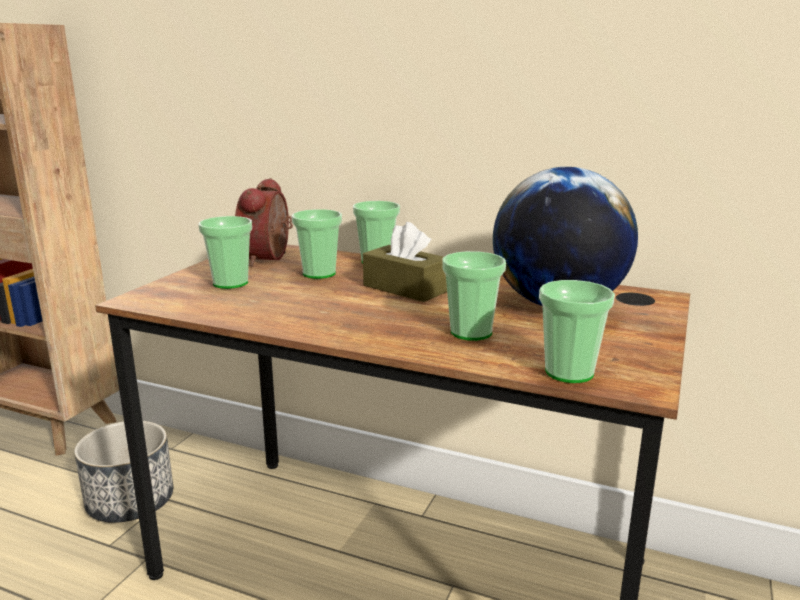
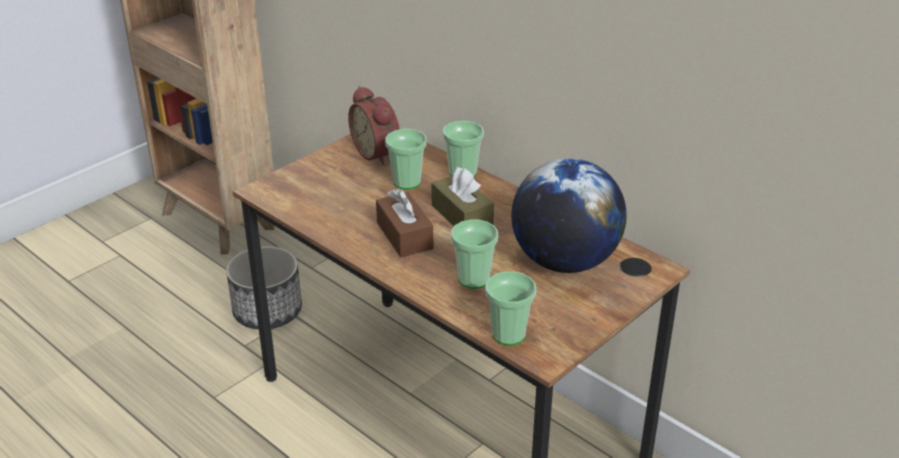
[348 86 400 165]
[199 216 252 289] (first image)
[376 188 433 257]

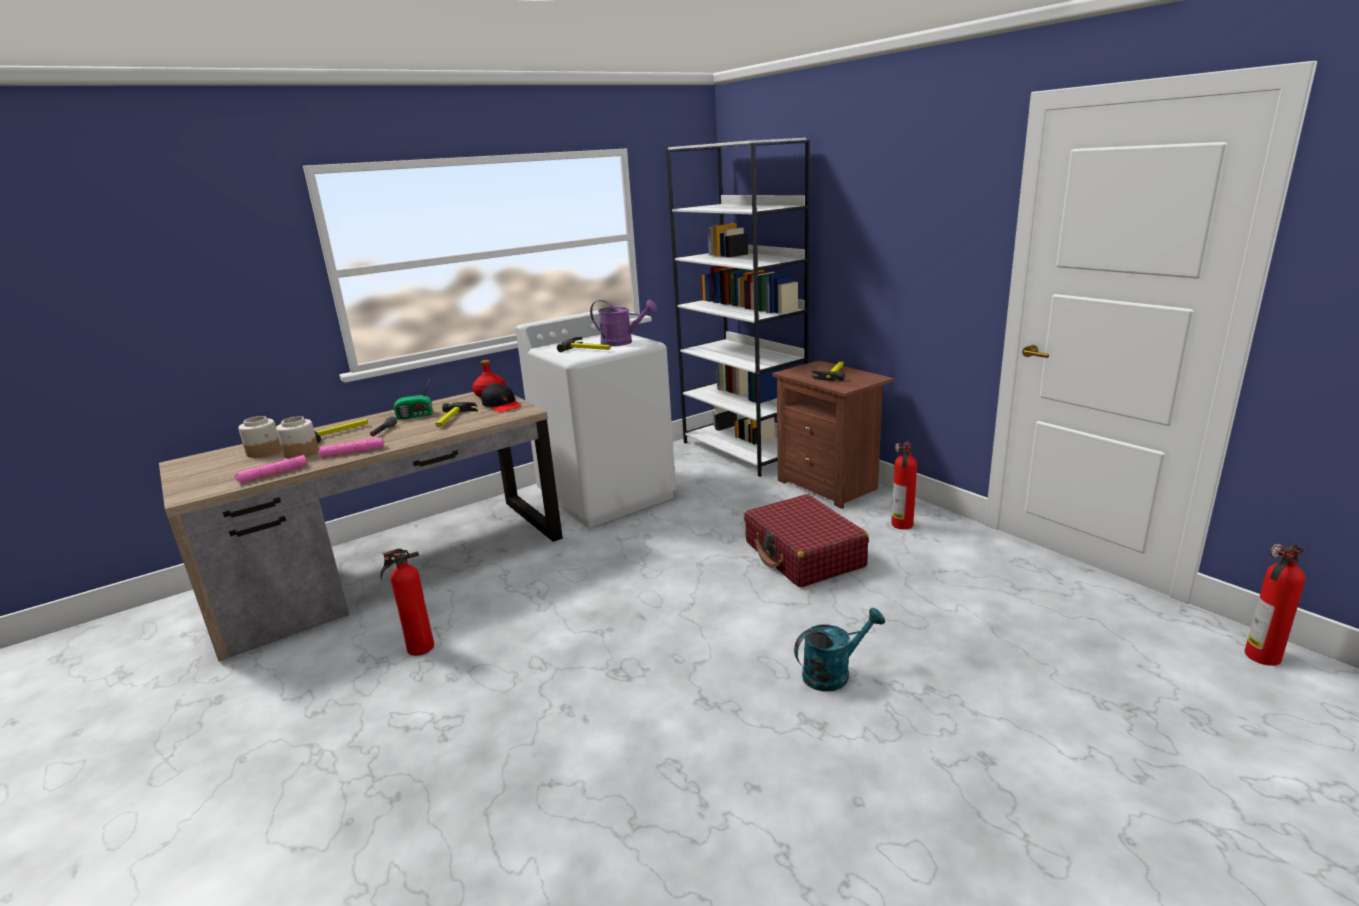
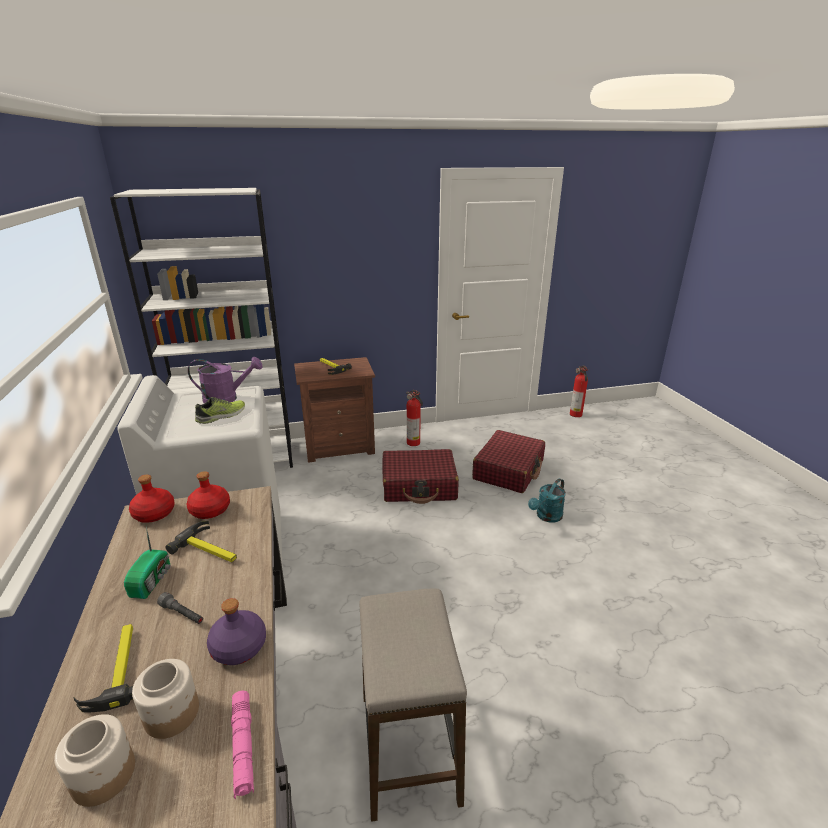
[188 357 263 403]
[195 397 245 424]
[186 471 230 519]
[207 598 266 665]
[360 589 467 822]
[528 478 566 523]
[472 430 545 493]

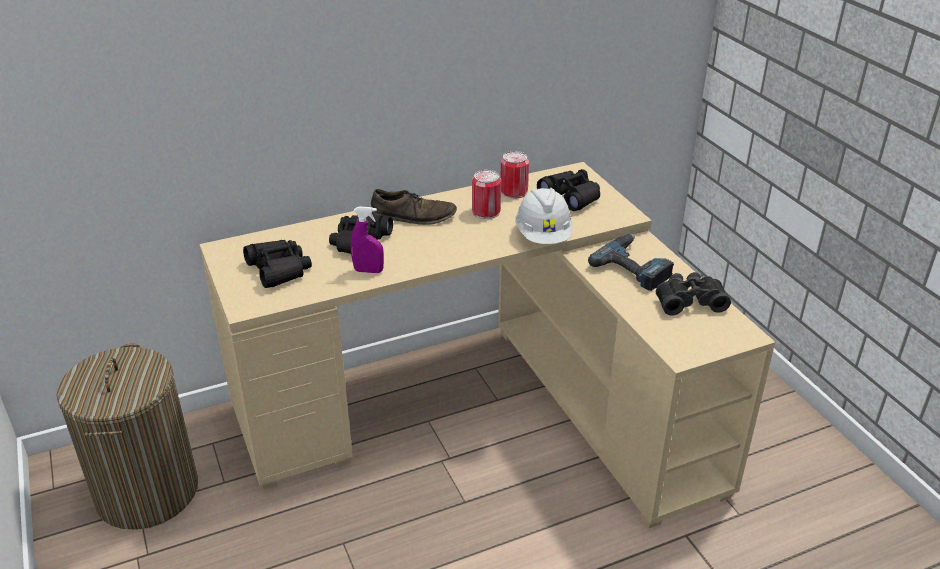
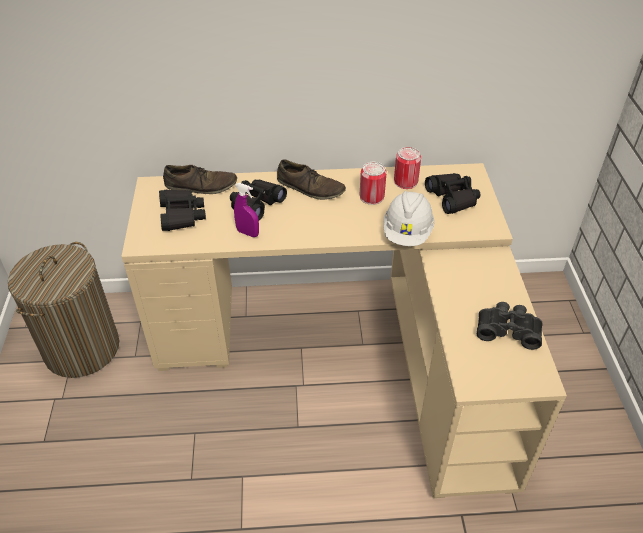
[588 234 674 291] (first image)
[163 165 237 194]

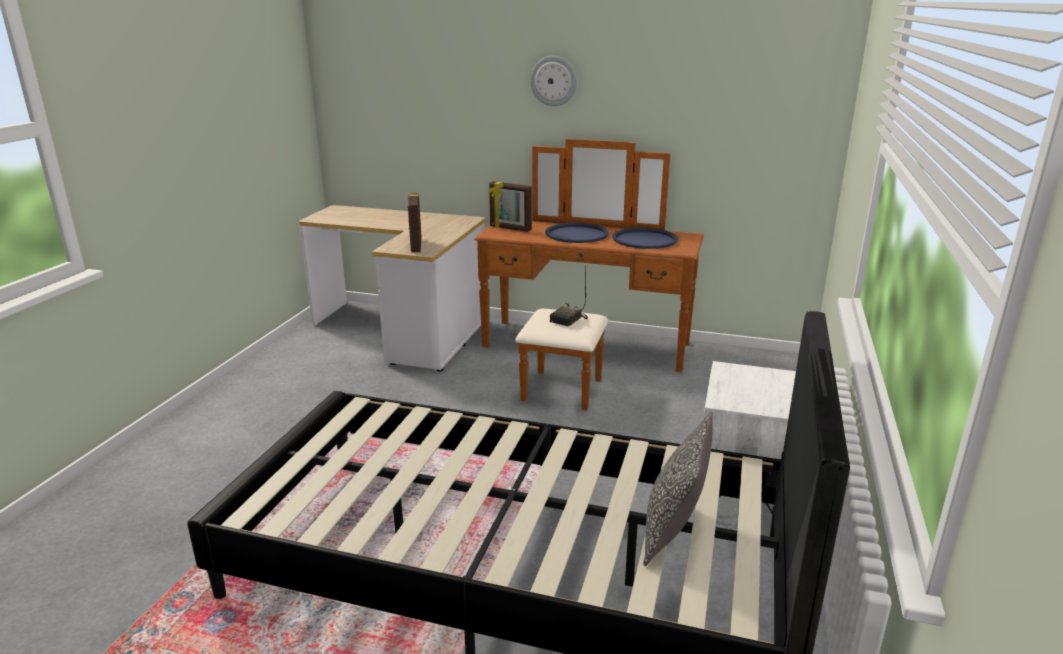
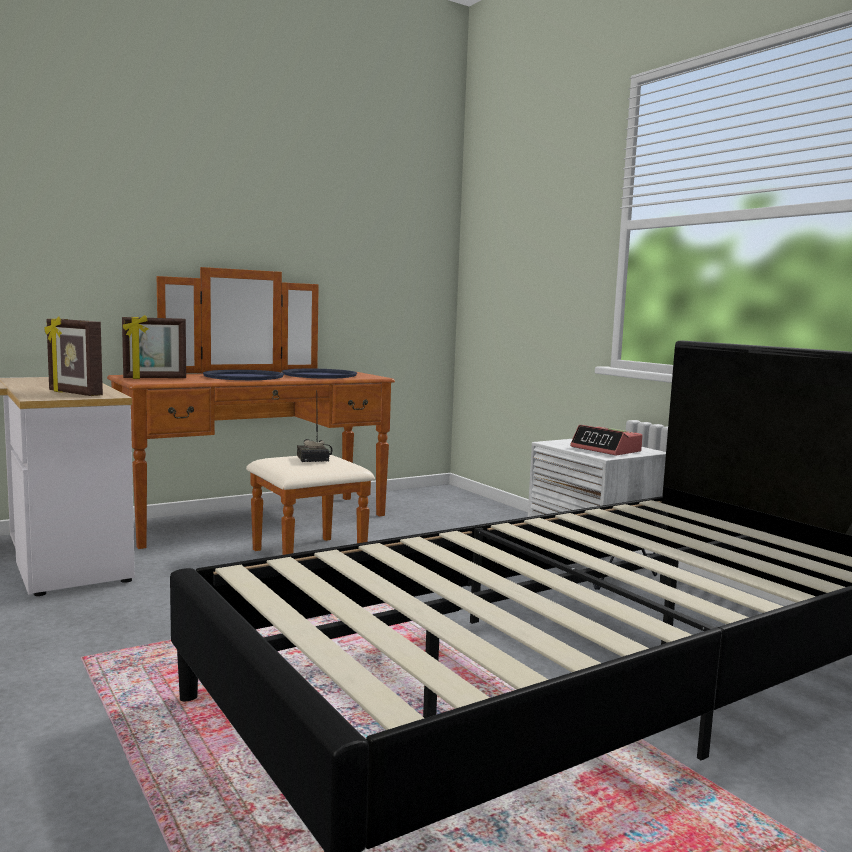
[530 56 577 106] (first image)
[643 411 713 566] (first image)
[570 425 643 456]

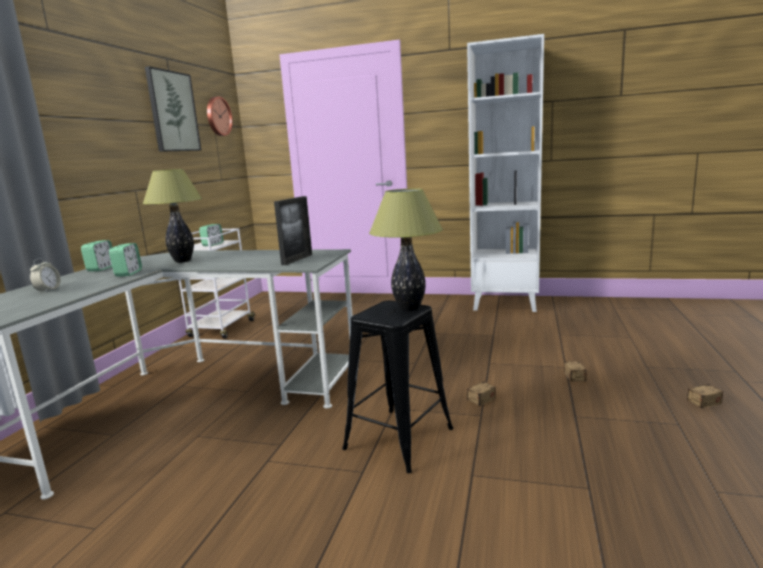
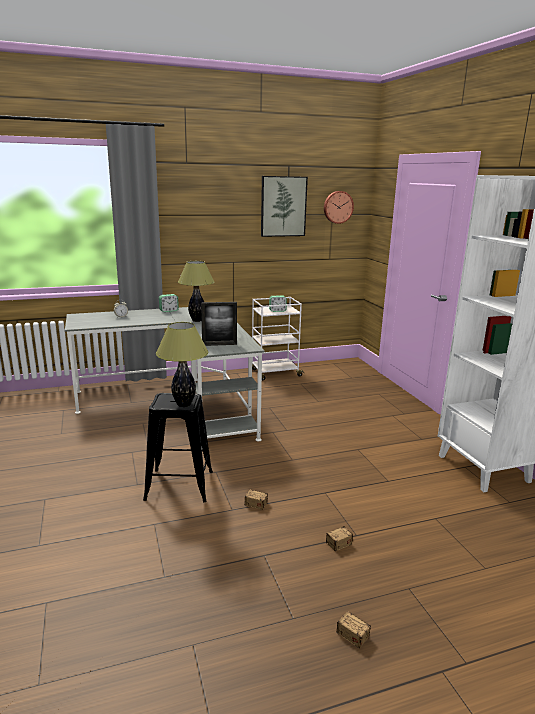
[109 243 142 277] (first image)

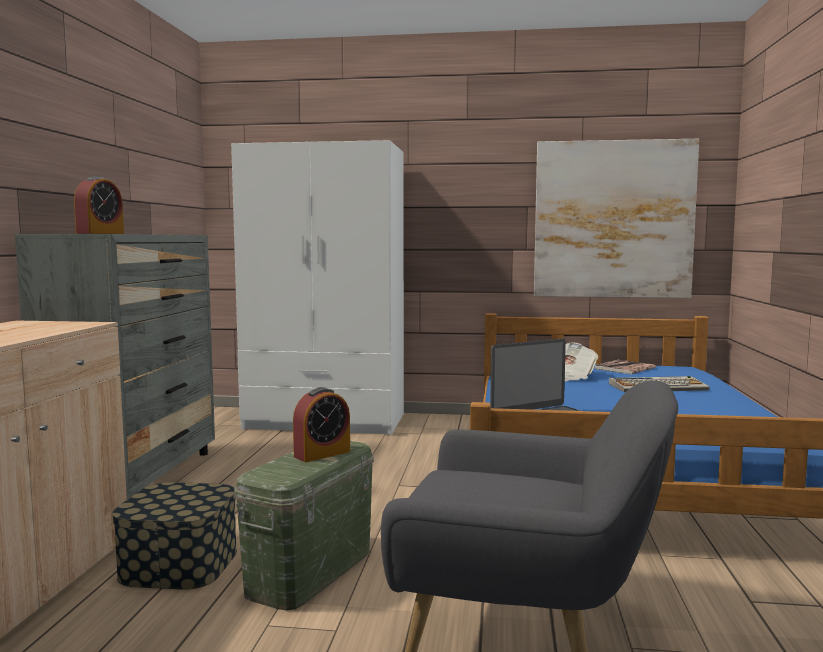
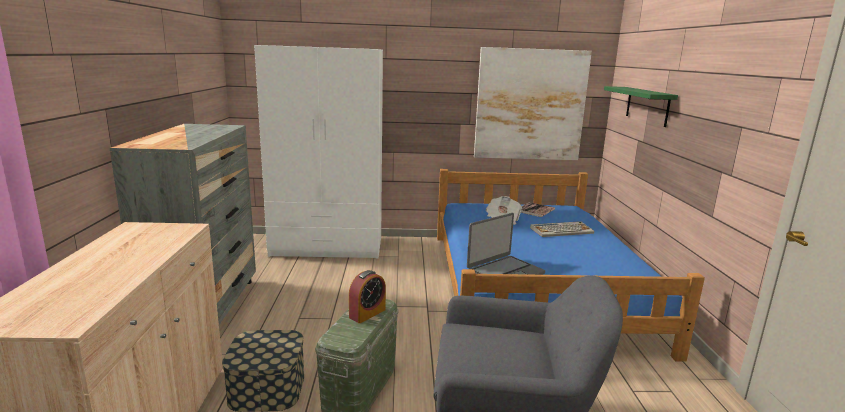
[74 176 124 234] (first image)
[604 86 678 127]

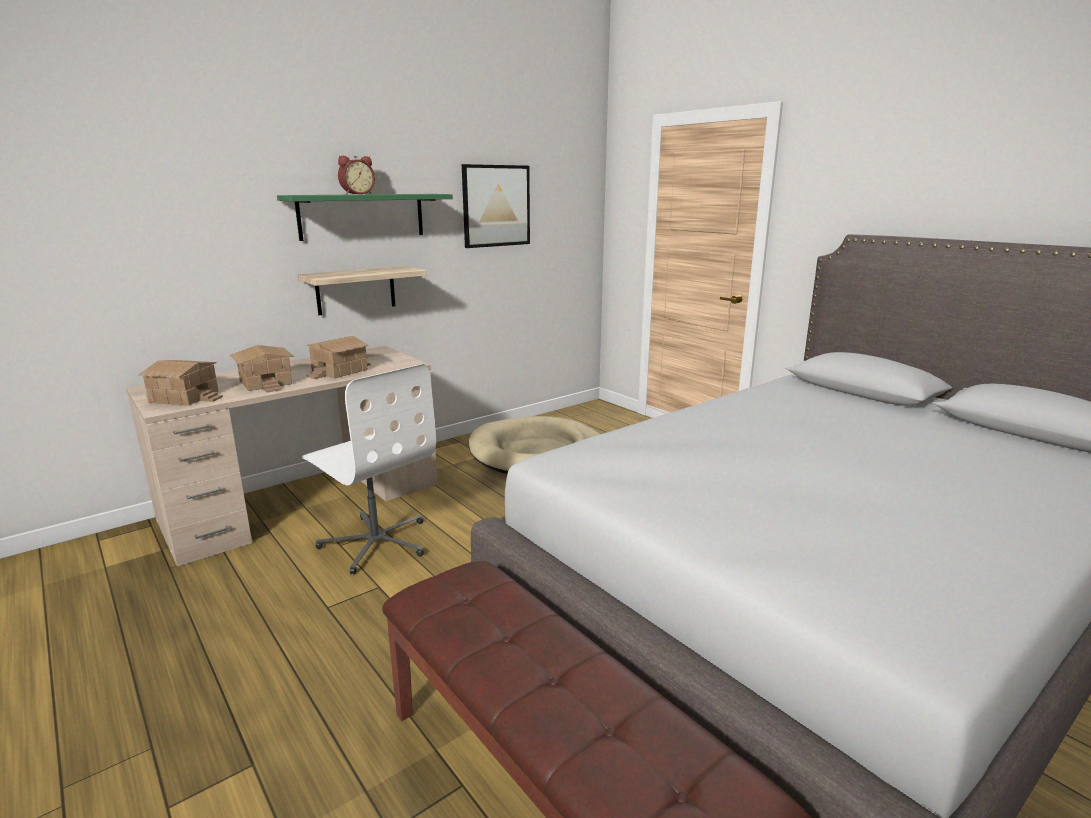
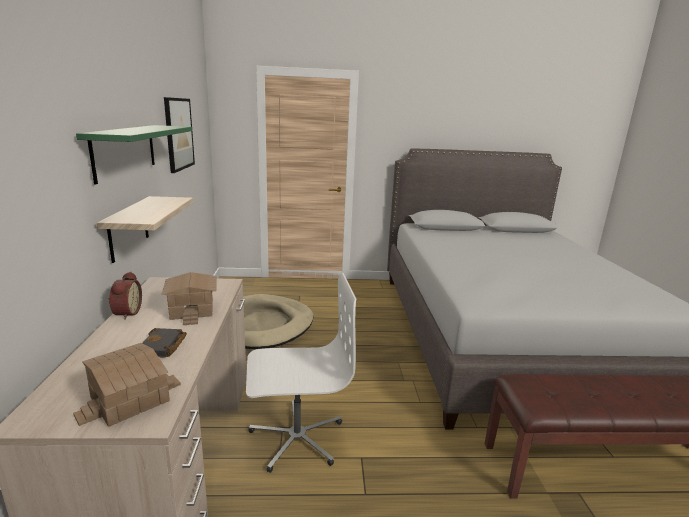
[109 272 142 320]
[143 328 187 358]

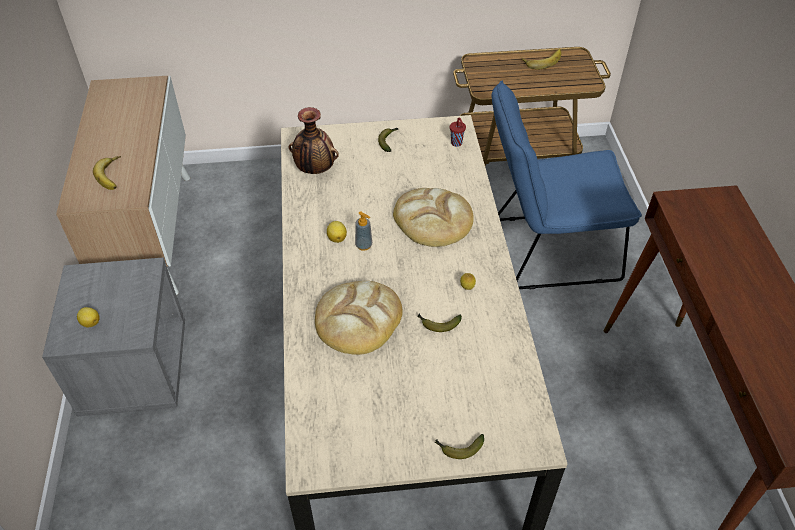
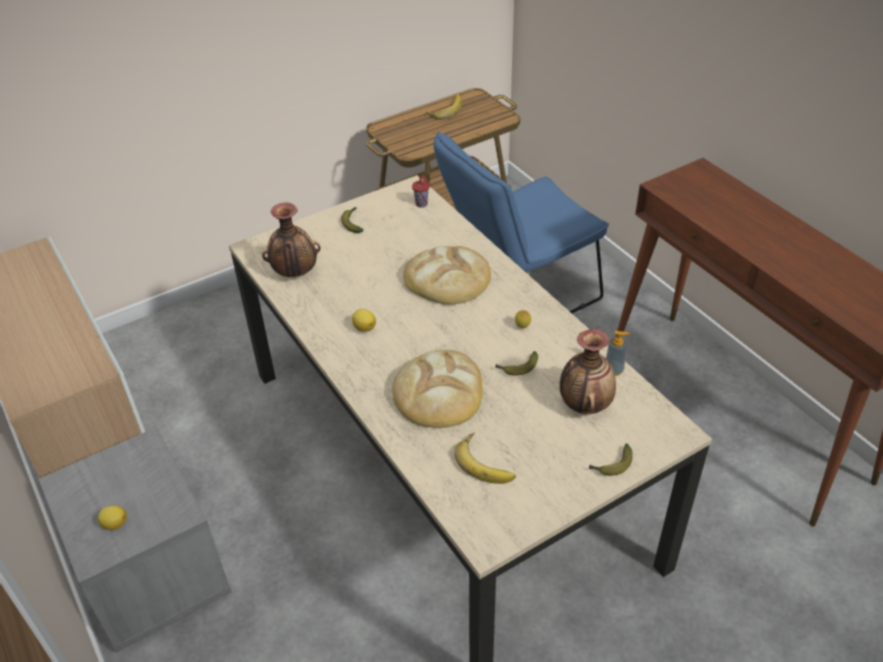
[454 432 516 484]
[606 331 630 376]
[560 329 616 414]

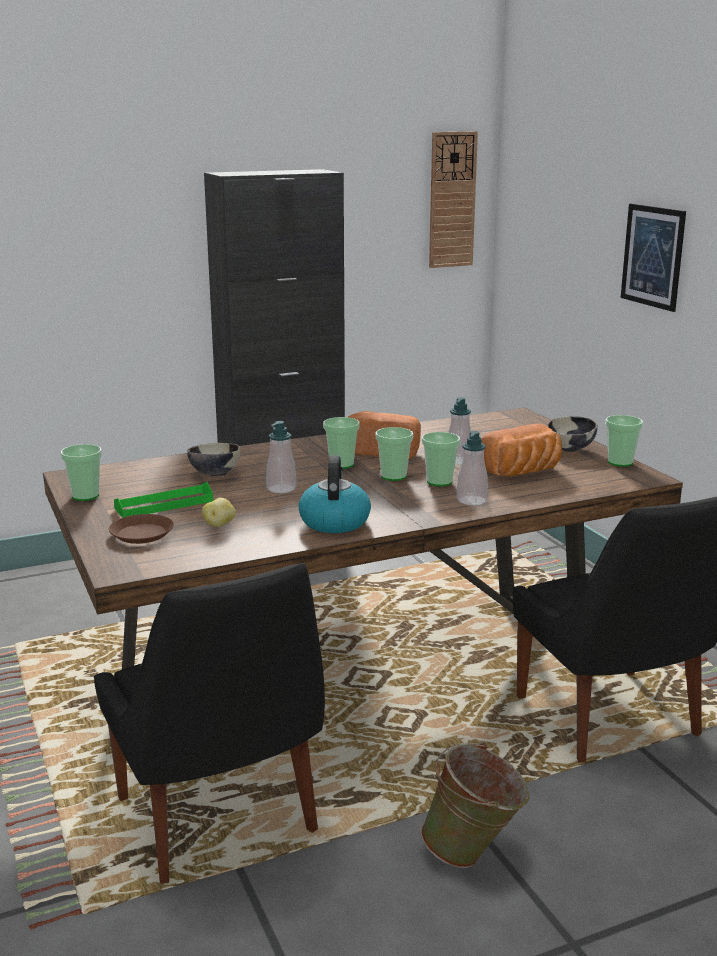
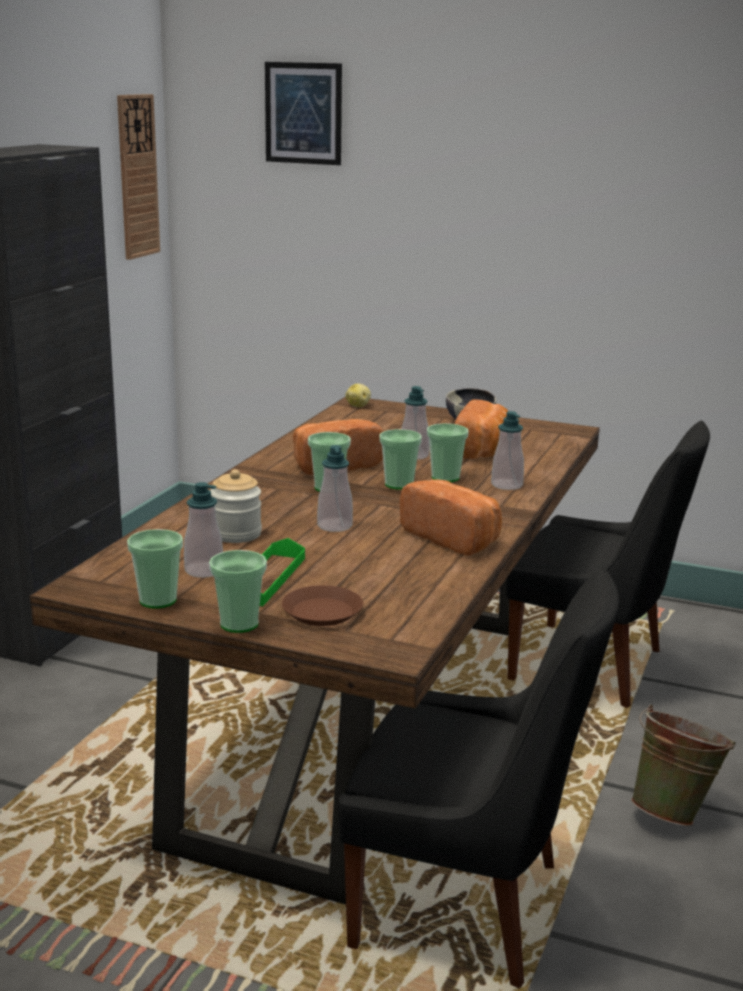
[265 62 342 165]
[209 550 267 633]
[210 469 262 543]
[400 479 502 555]
[345 383 371 407]
[184 482 223 578]

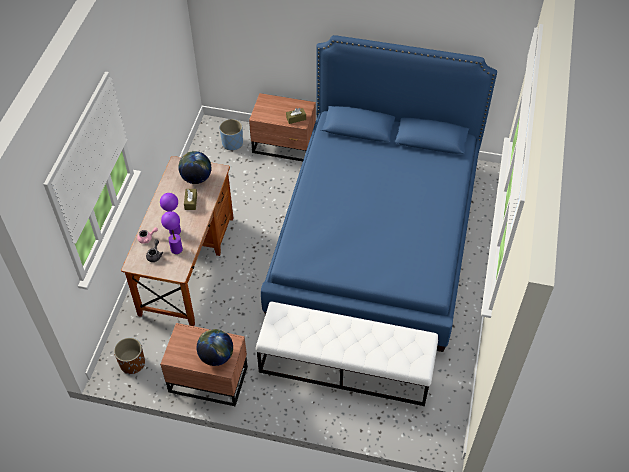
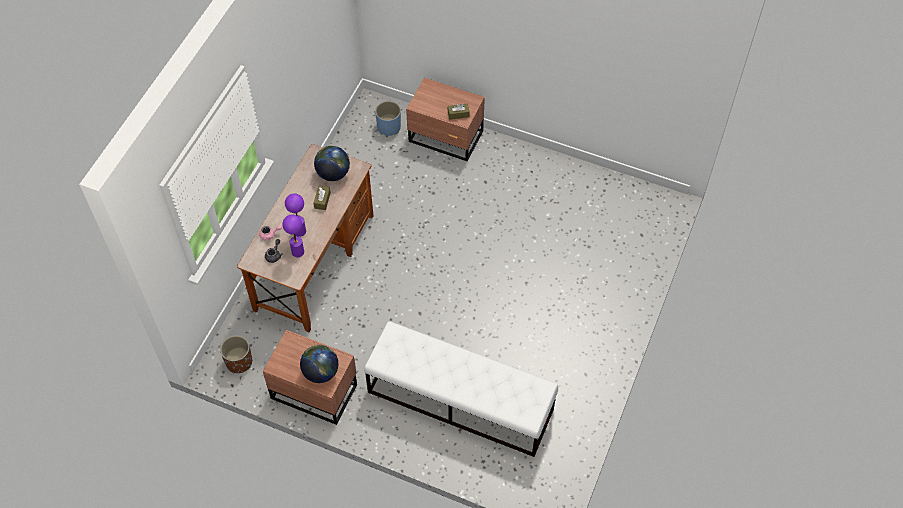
[261 35 497 352] (first image)

